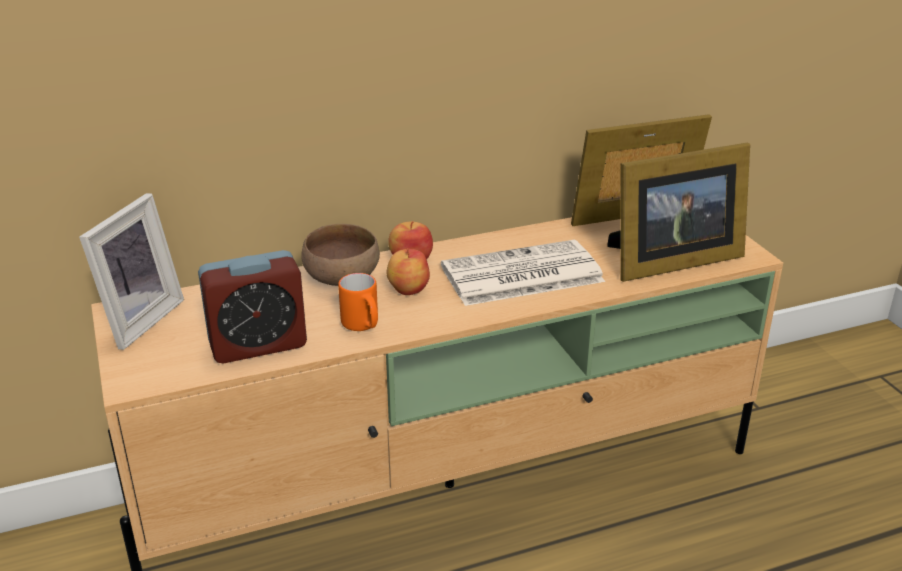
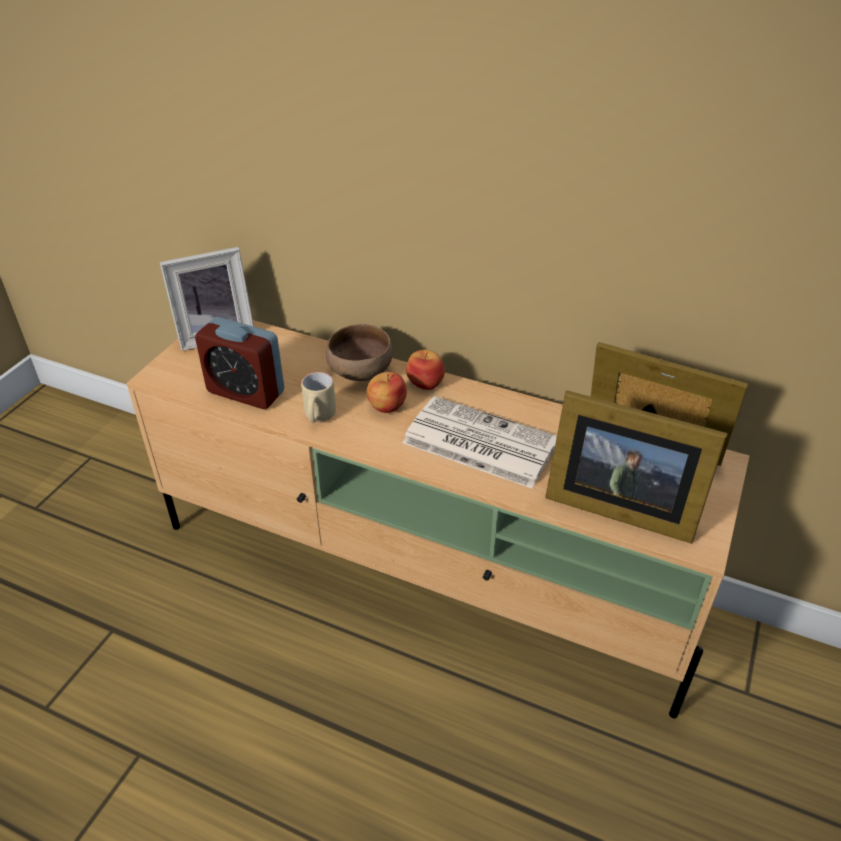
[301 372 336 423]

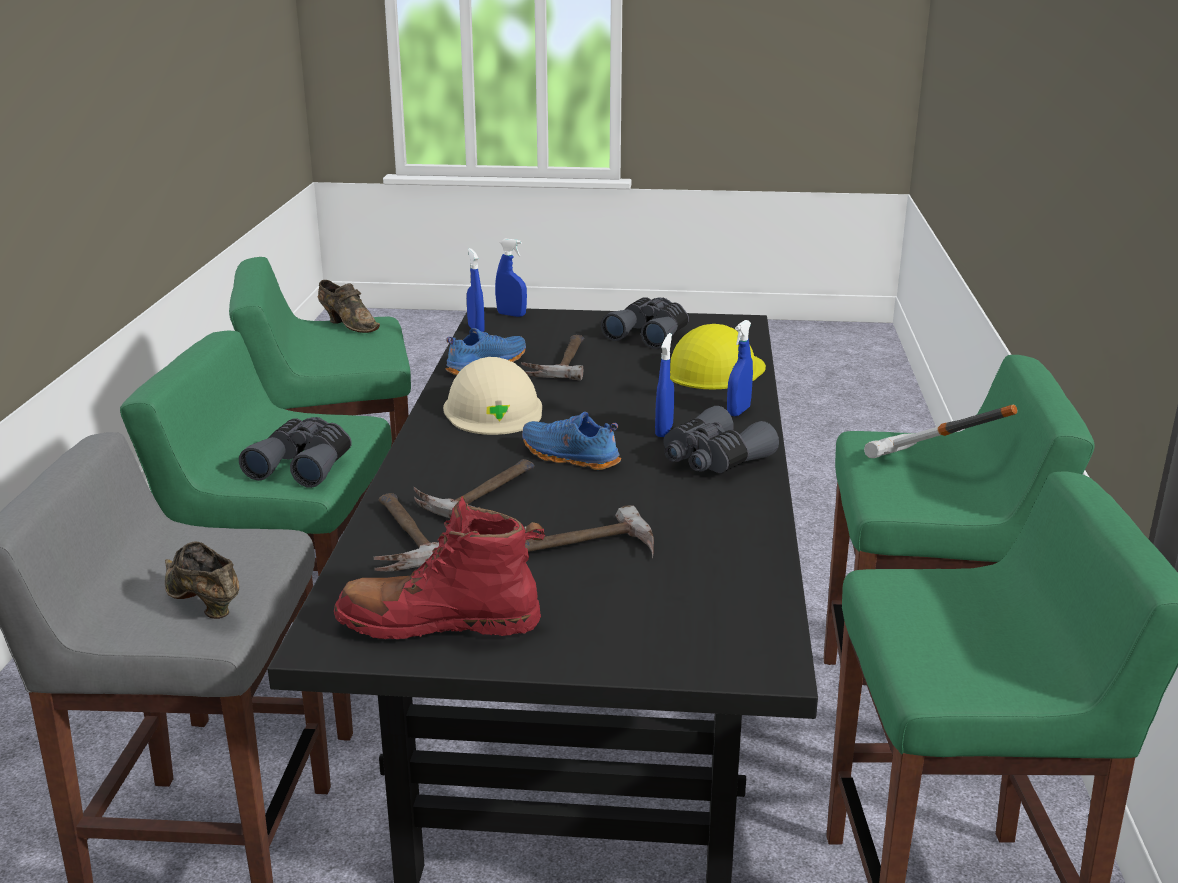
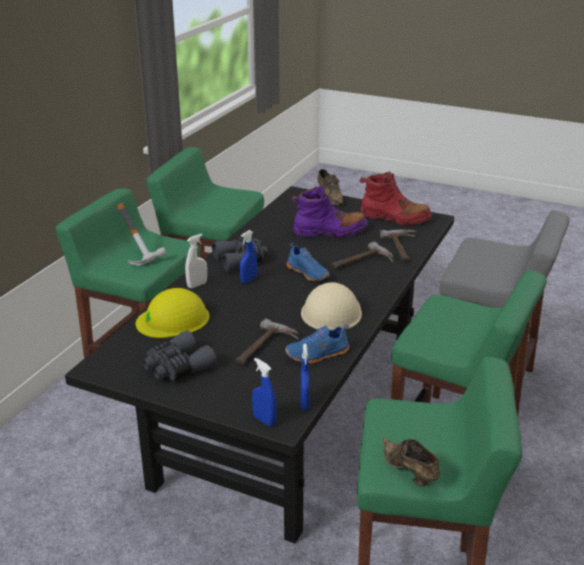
[185 234 207 288]
[239 417 352 488] (first image)
[291 185 368 237]
[317 169 343 205]

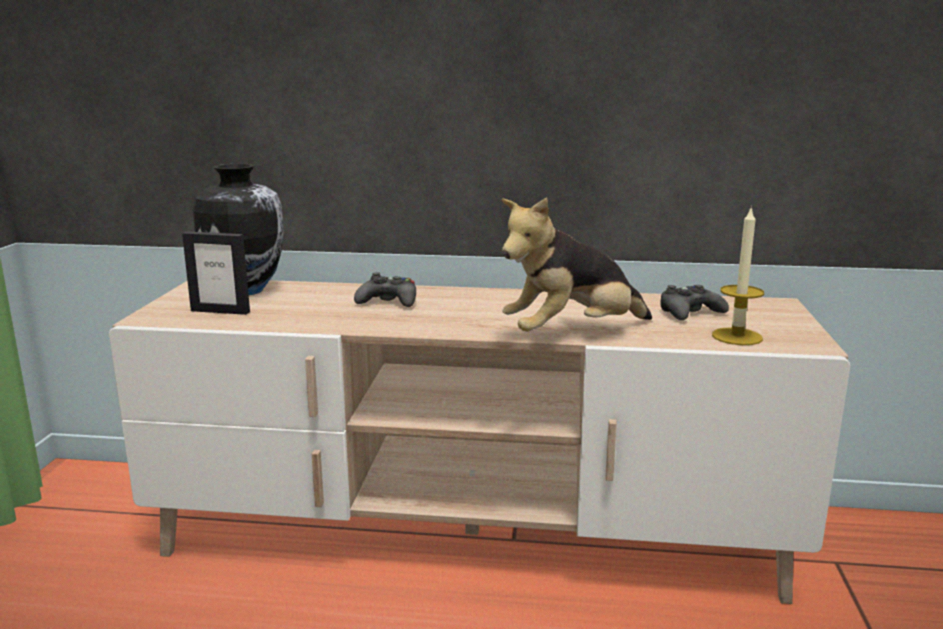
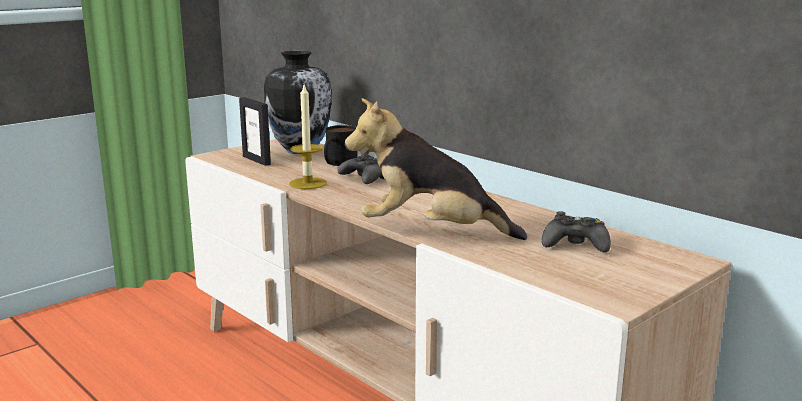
[289 85 327 189]
[324 125 357 166]

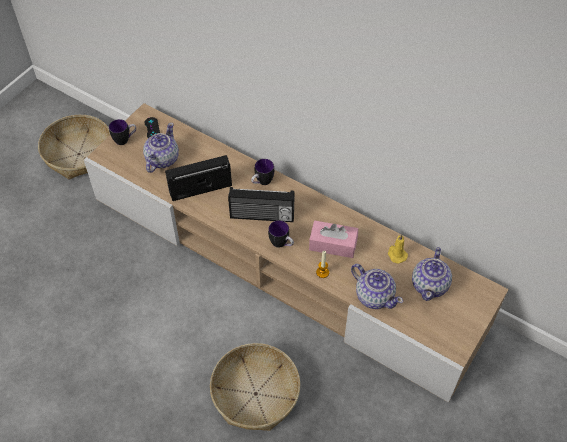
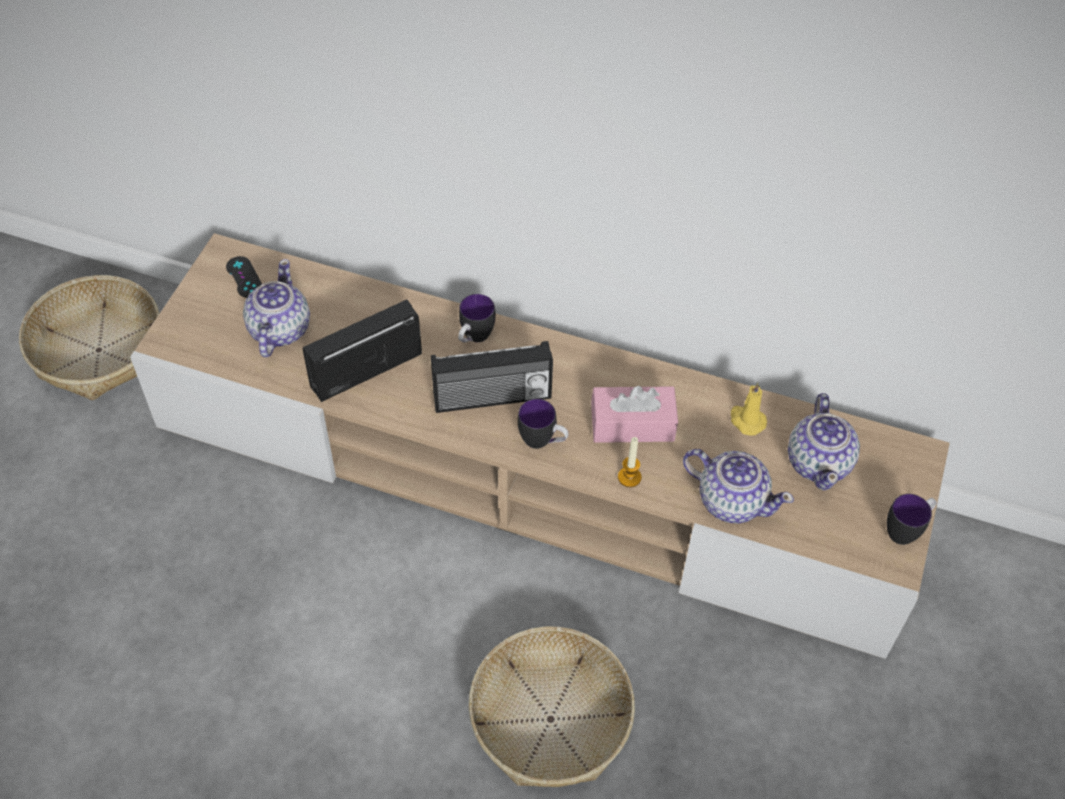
[887 494 937 545]

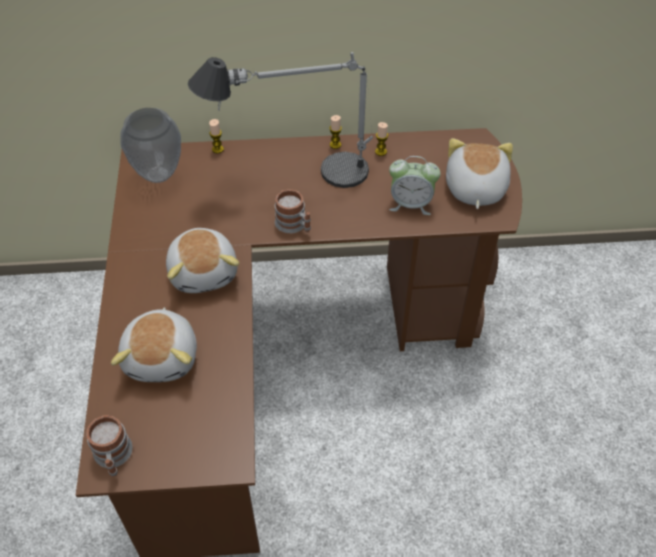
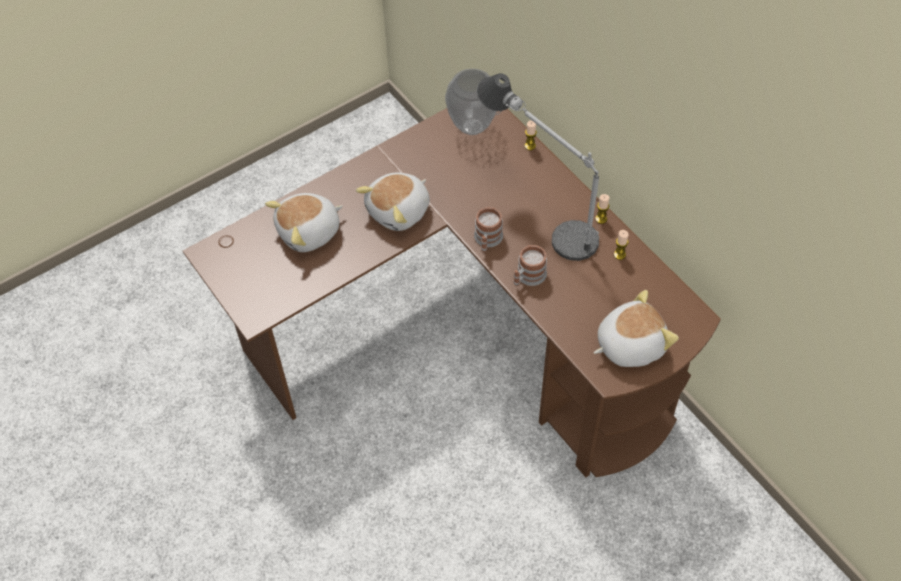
[389 156 441 215] (first image)
[513 245 547 286]

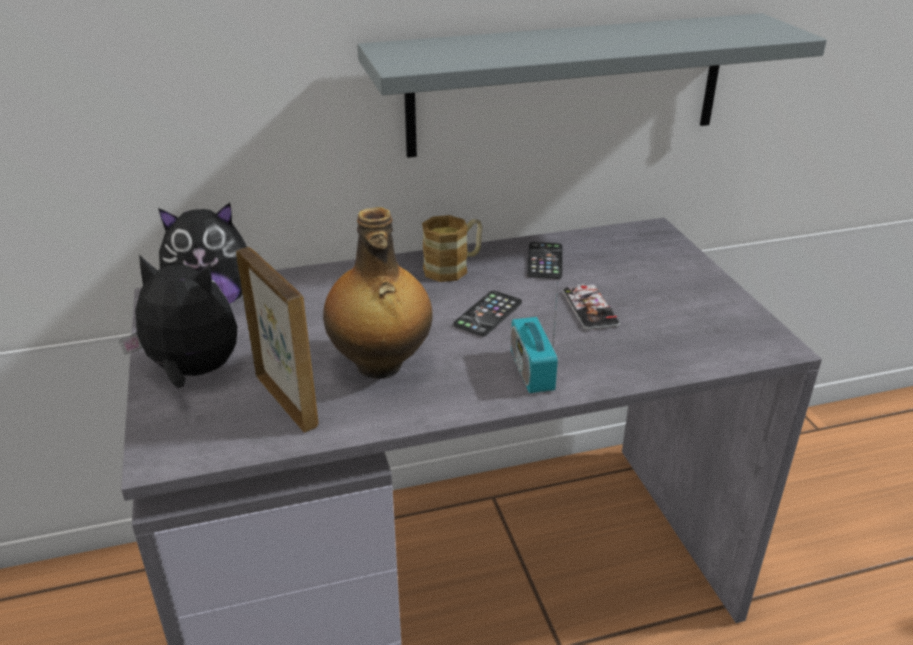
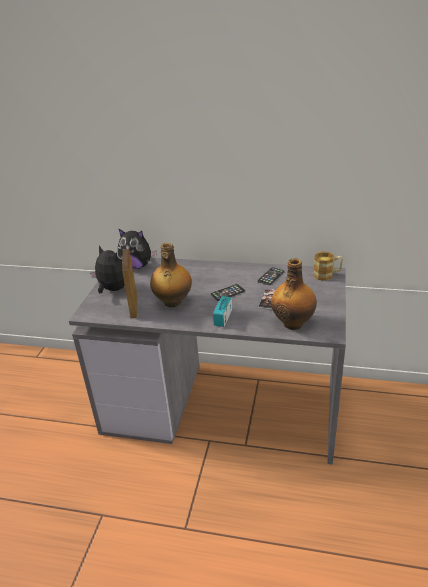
[357 13 827 158] (first image)
[313 251 343 281]
[271 258 317 330]

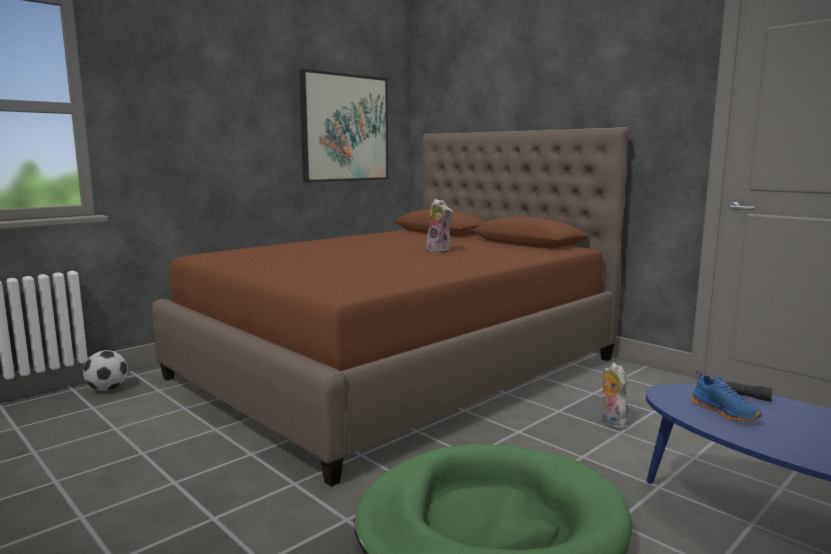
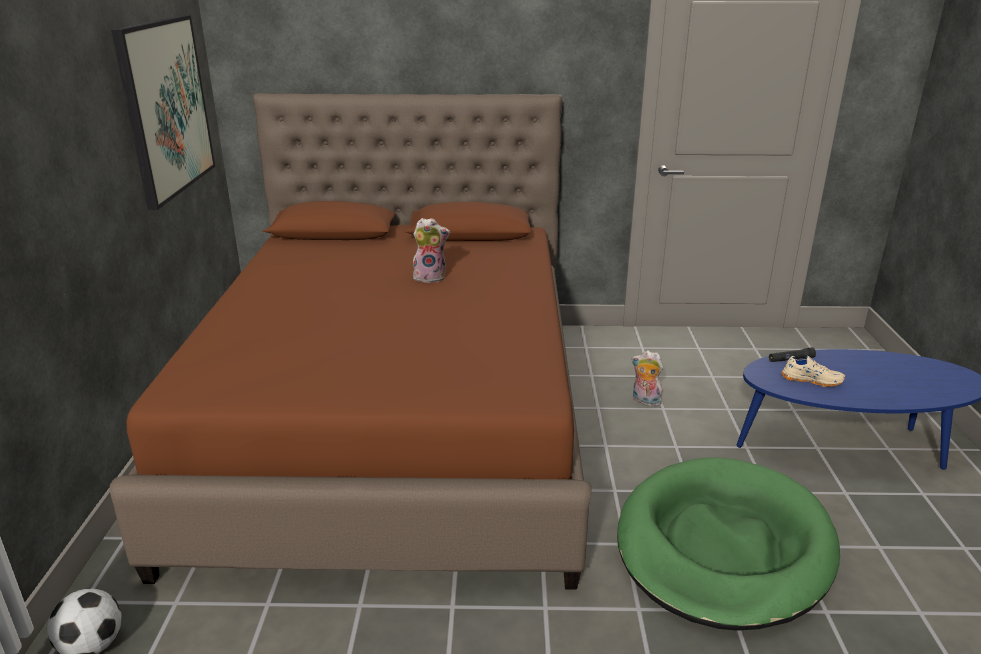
[781 354 845 387]

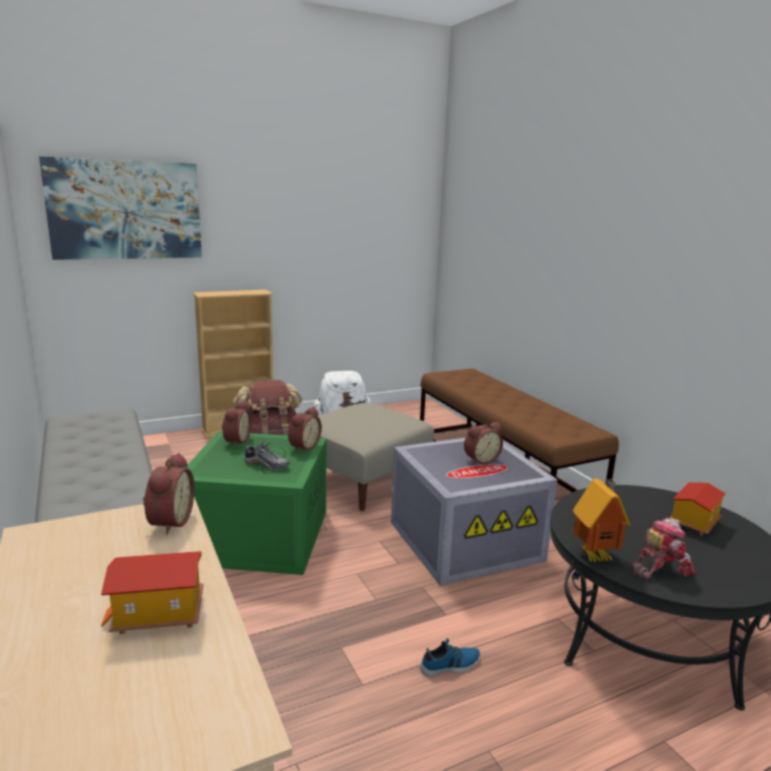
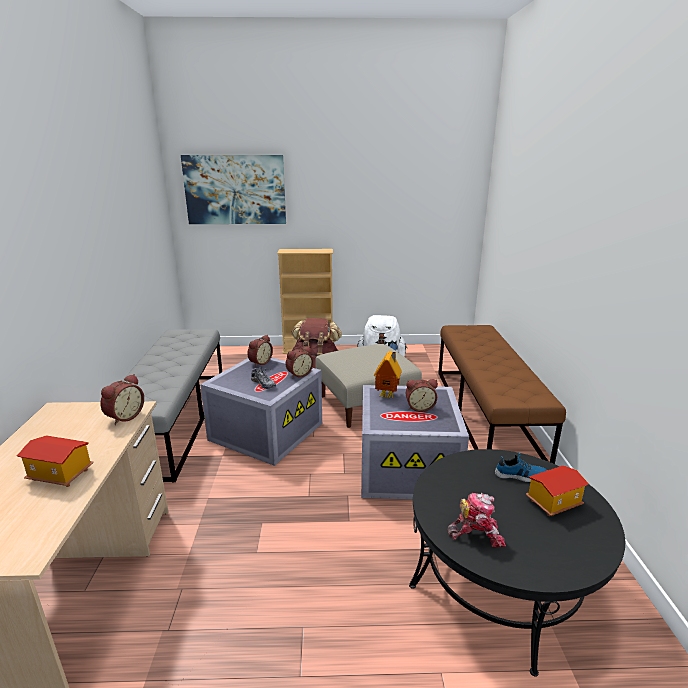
[200 357 322 466]
[374 351 402 399]
[495 453 547 482]

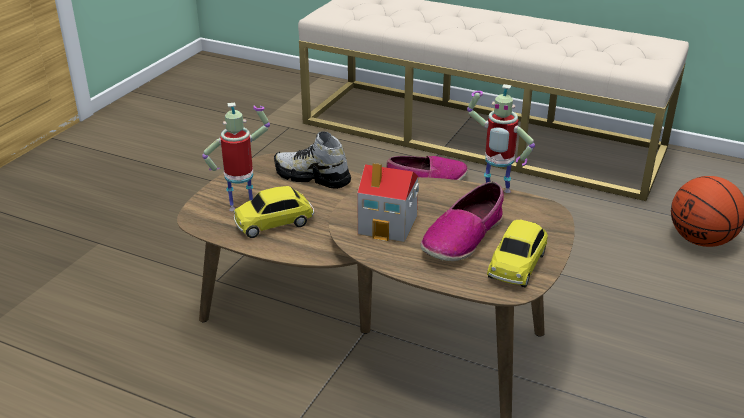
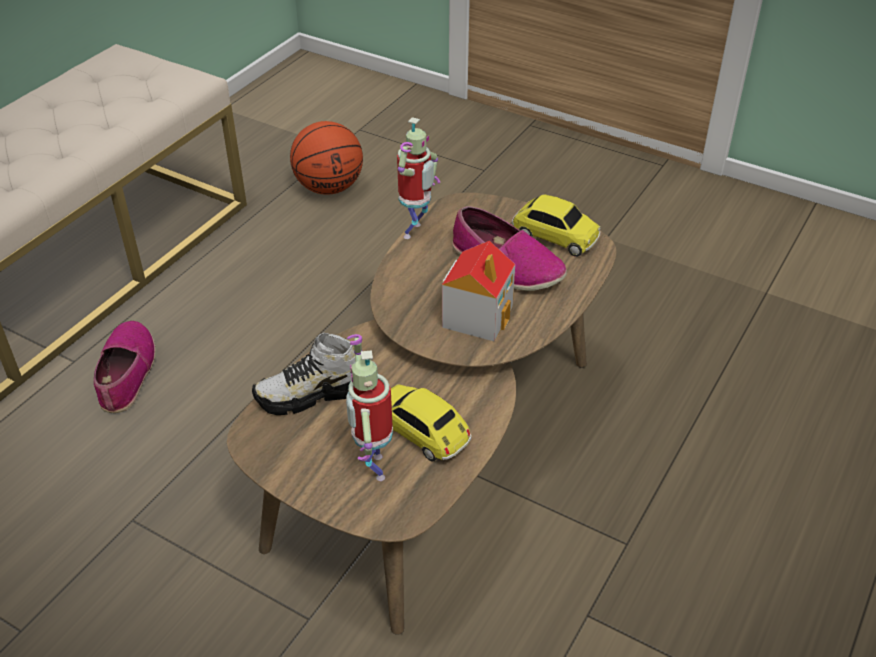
[252 333 355 415]
[391 384 471 462]

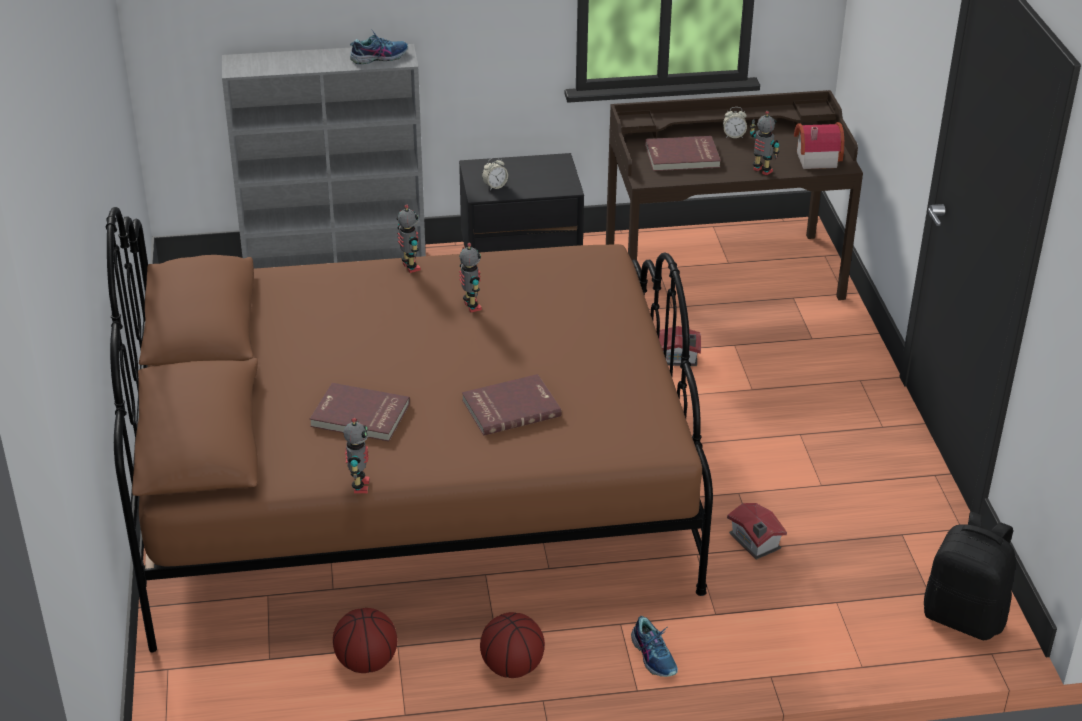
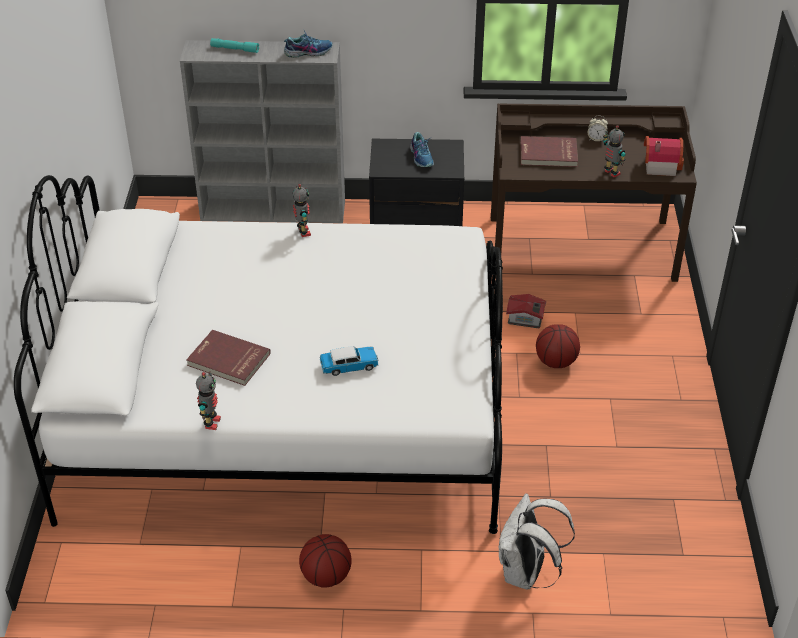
[482 157 508 190] (first image)
[14 175 503 534]
[459 243 482 312] (first image)
[320 346 379 376]
[727 503 787 560] (first image)
[924 512 1016 640] (first image)
[536 324 580 368]
[410 132 434 167]
[210 38 259 53]
[499 493 575 589]

